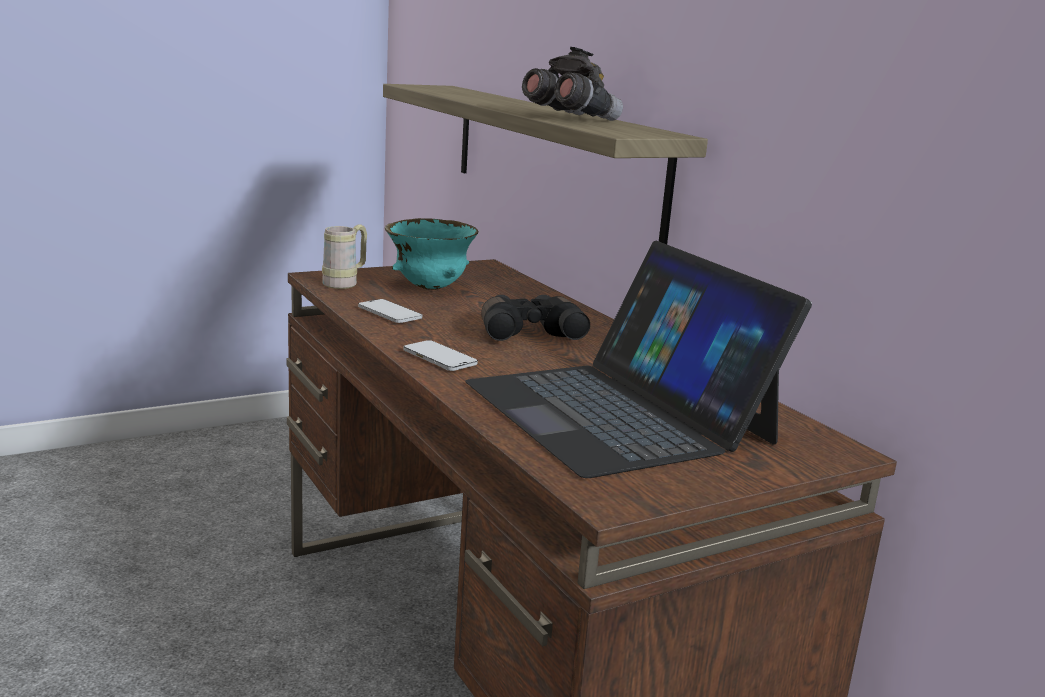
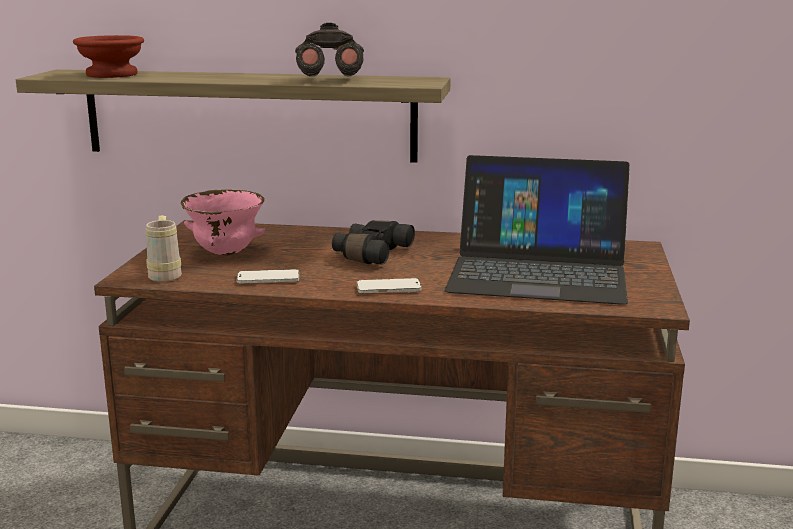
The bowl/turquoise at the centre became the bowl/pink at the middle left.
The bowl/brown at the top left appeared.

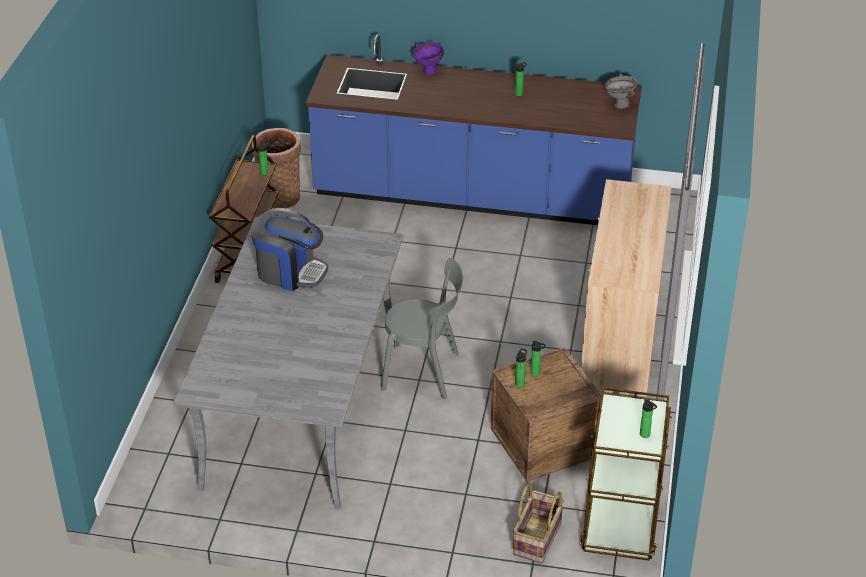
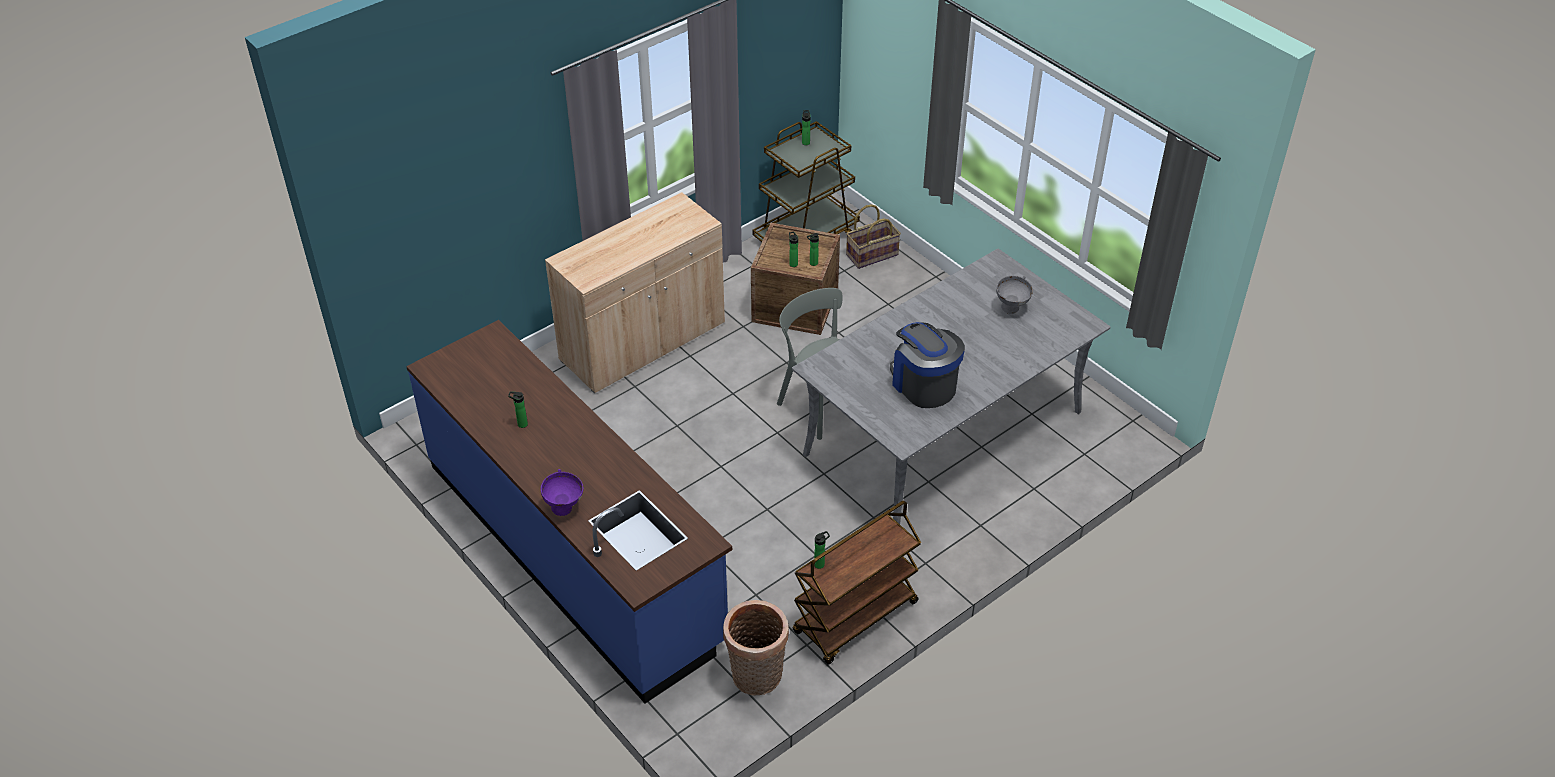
The bowl/grey moved from the top right to the centre.

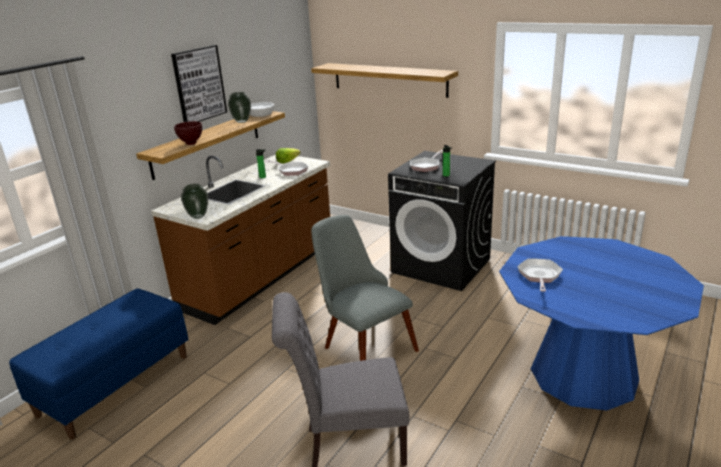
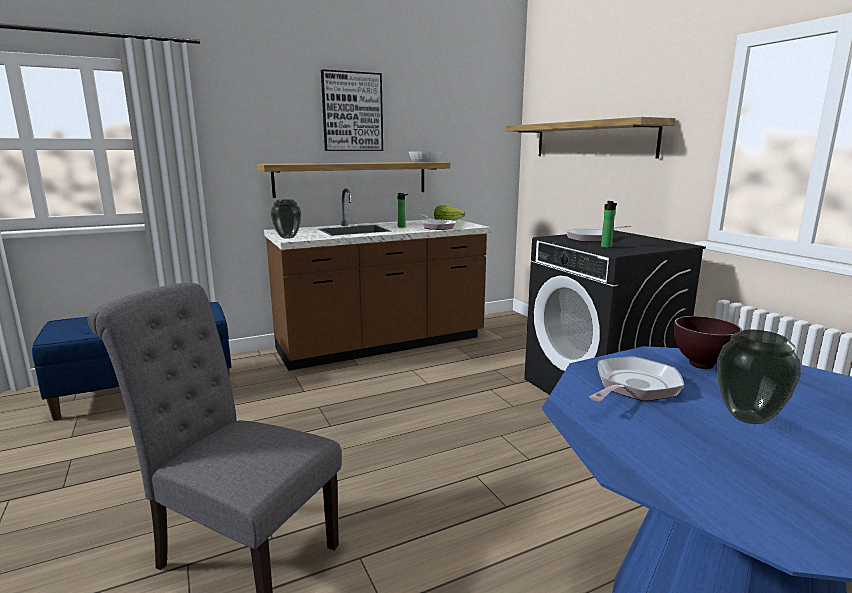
The vase (no. 2 from left) moved from the top left to the middle right.
The bowl/brown moved from the top left to the middle right.
The chair/grey (no. 2 from left) at the centre disappeared.

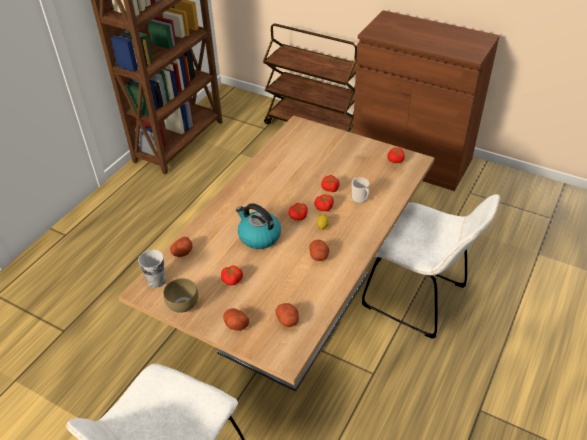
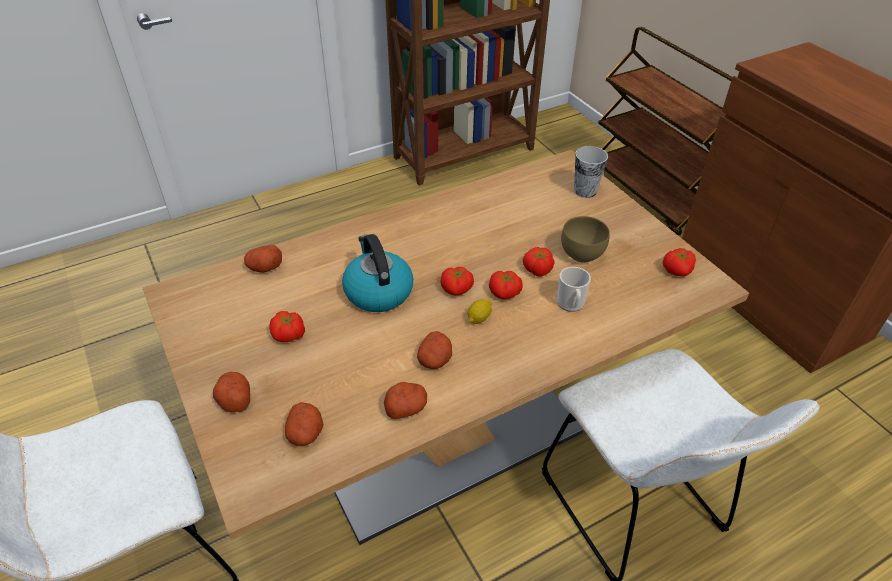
The cup moved from the middle left to the top centre.
The bowl/brown moved from the bottom left to the centre.
The potato (no. 4 from left) at the bottom centre appeared.

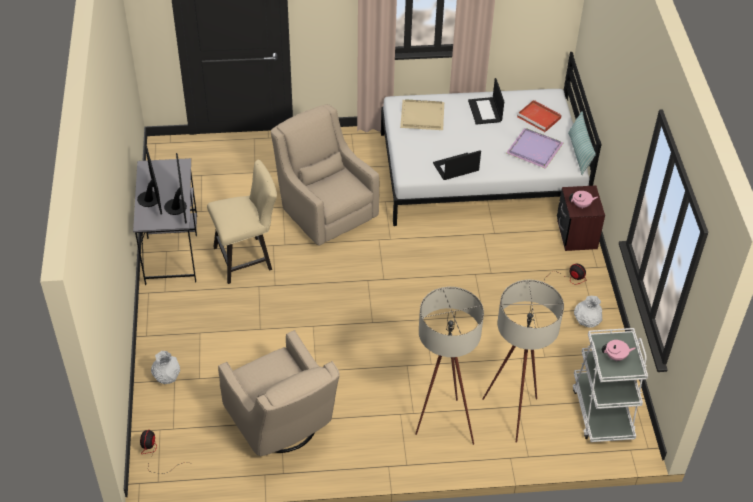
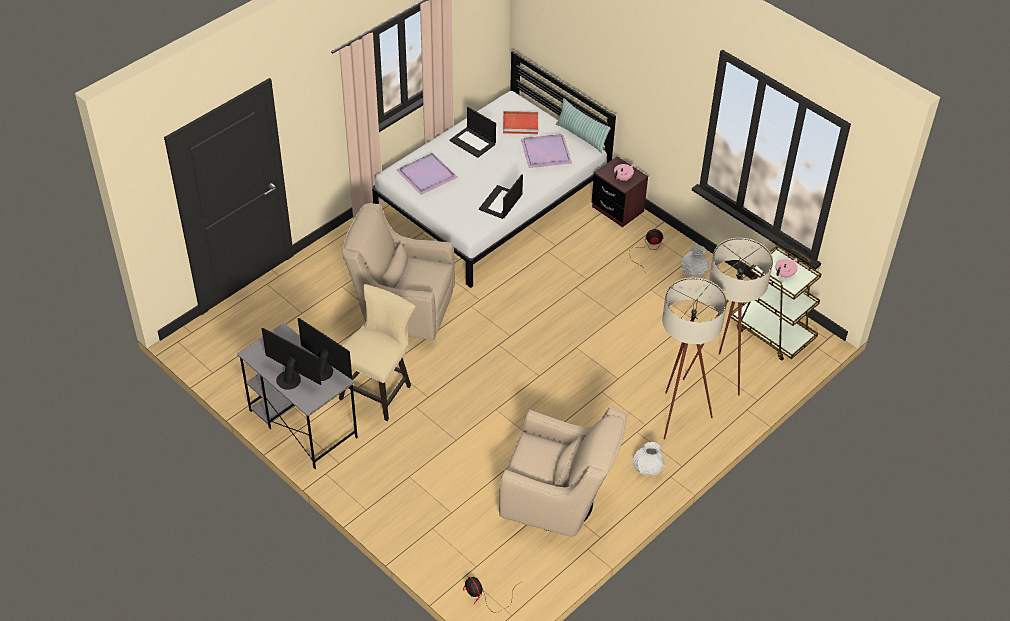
The tray/beige at the top centre became the tray/purple (no. 1 from left) at the top centre.
The cart/white at the bottom right became the cart/brown at the middle right.
The vase/white (no. 1 from left) moved from the bottom left to the bottom centre.

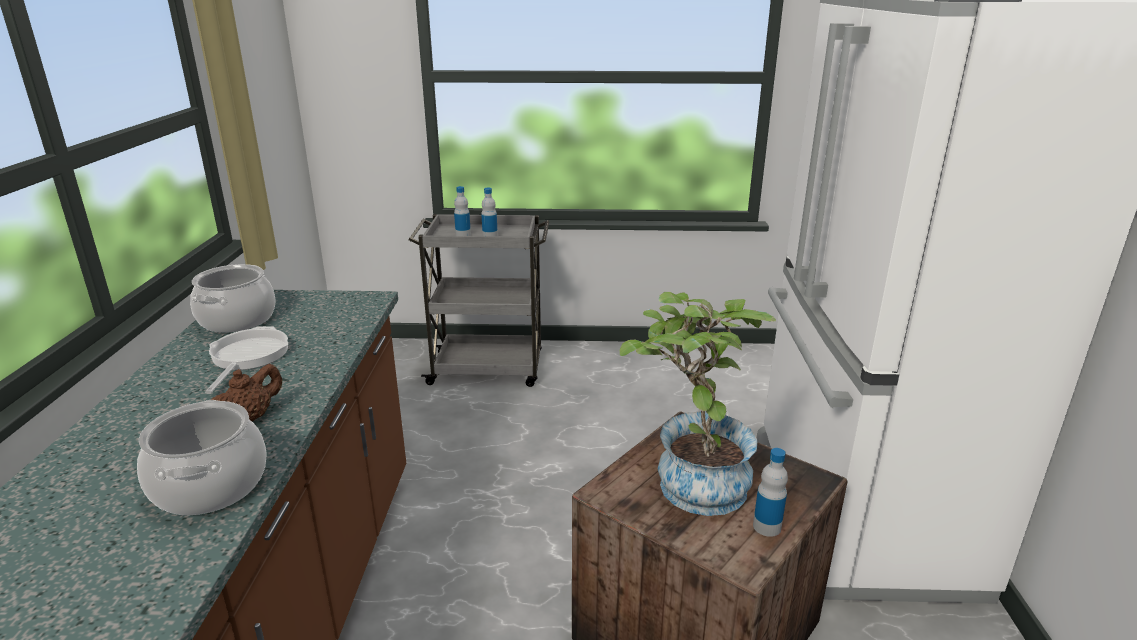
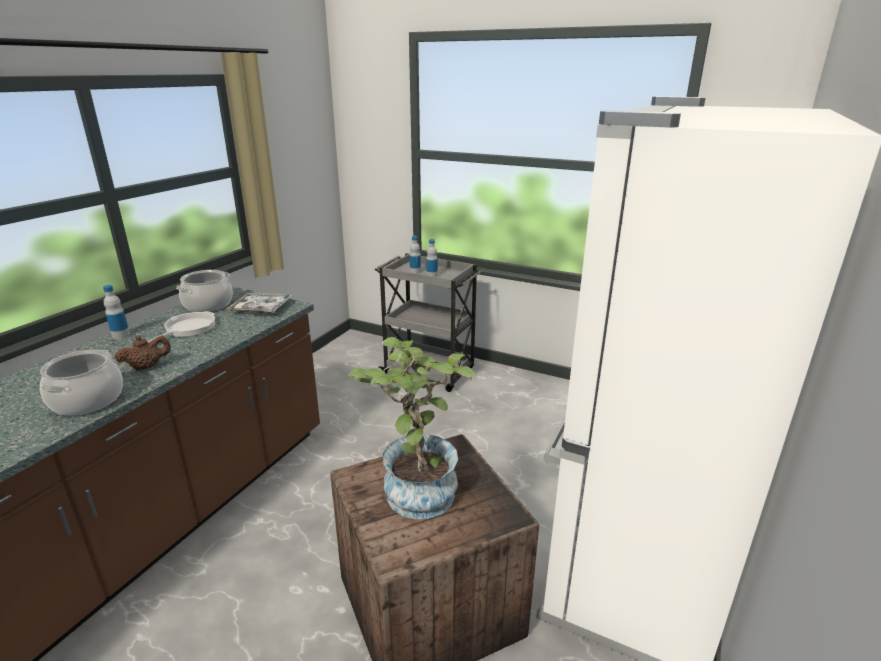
The bottle (no. 3 from left in the first image) moved from the bottom right to the middle left.
The tray at the middle left appeared.

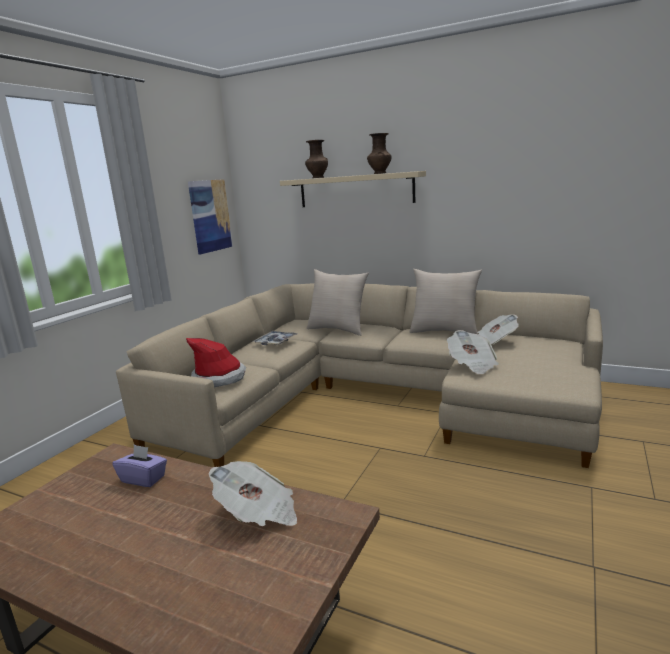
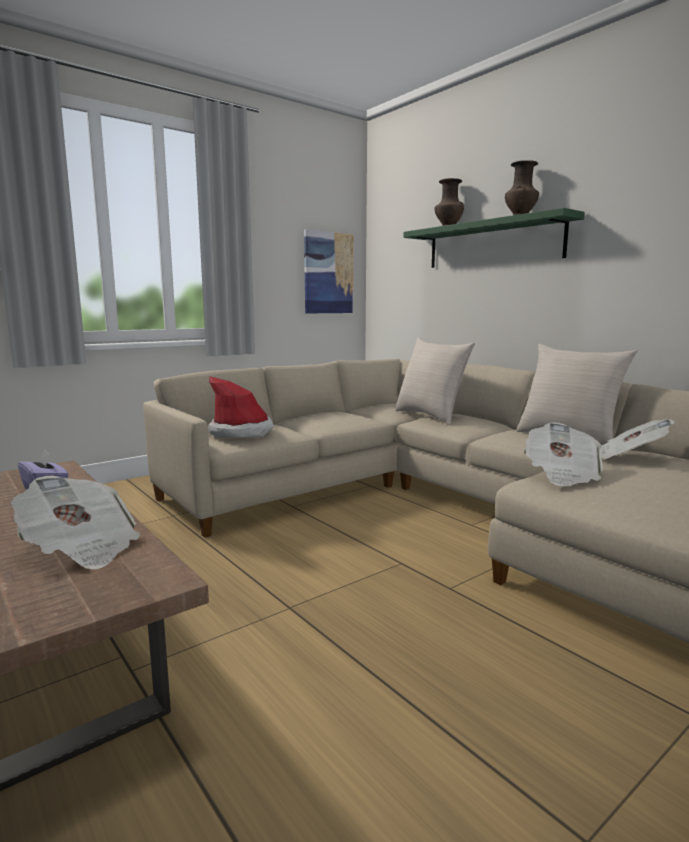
The shelf/beige at the top centre became the shelf/green at the top right.
The tray at the centre disappeared.

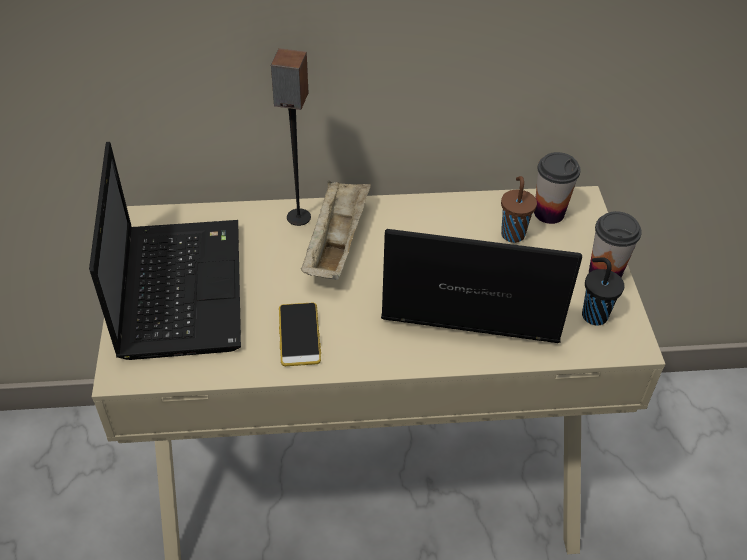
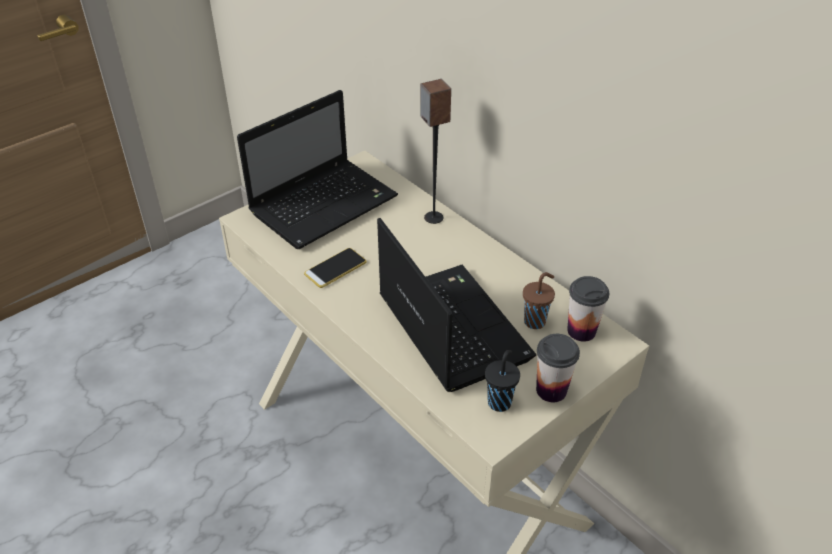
The tray/beige at the centre disappeared.

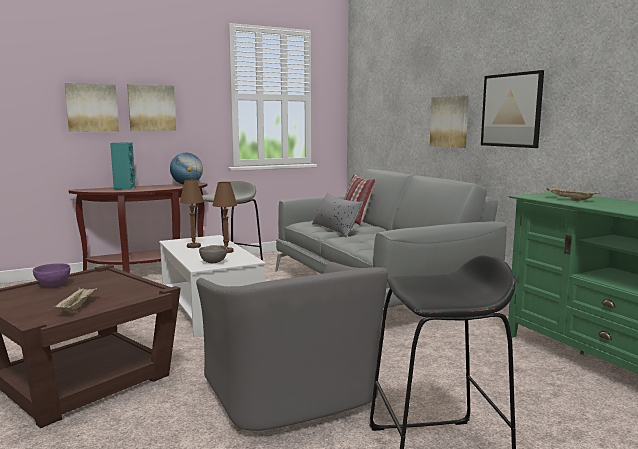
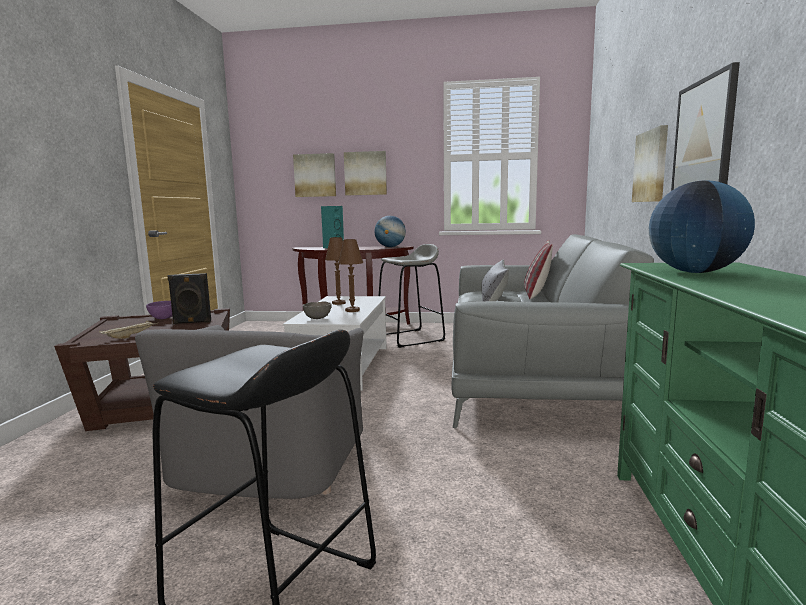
The tray/beige (no. 2 from left) at the middle right was replaced by the globe (no. 2 from left) at the middle right.
The speaker/black at the middle left appeared.

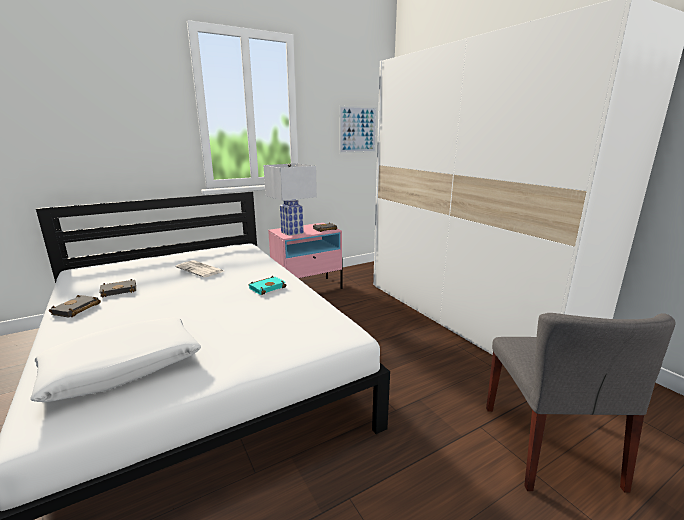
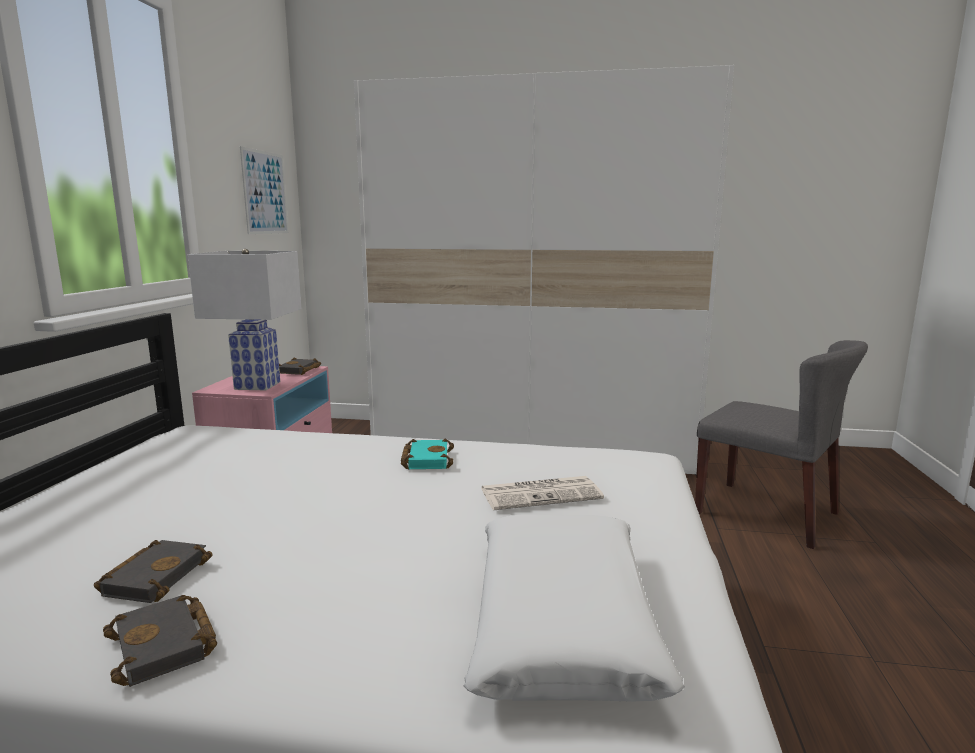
The newspaper moved from the middle left to the centre.

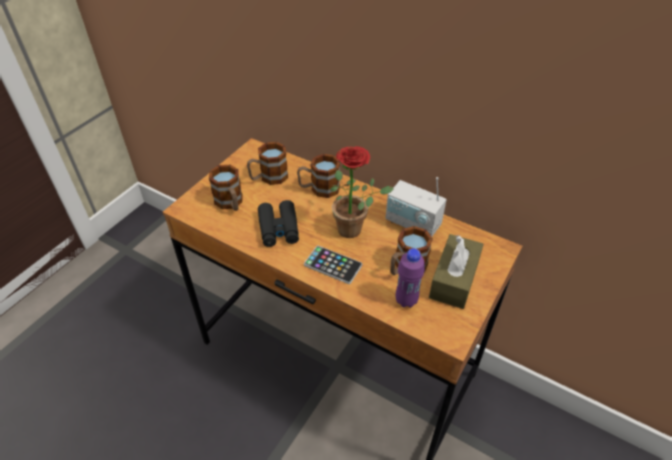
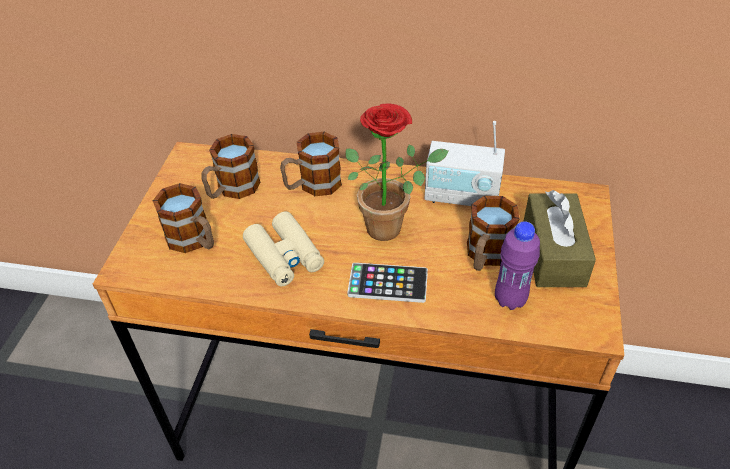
The binoculars/black at the centre became the binoculars/beige at the centre.

